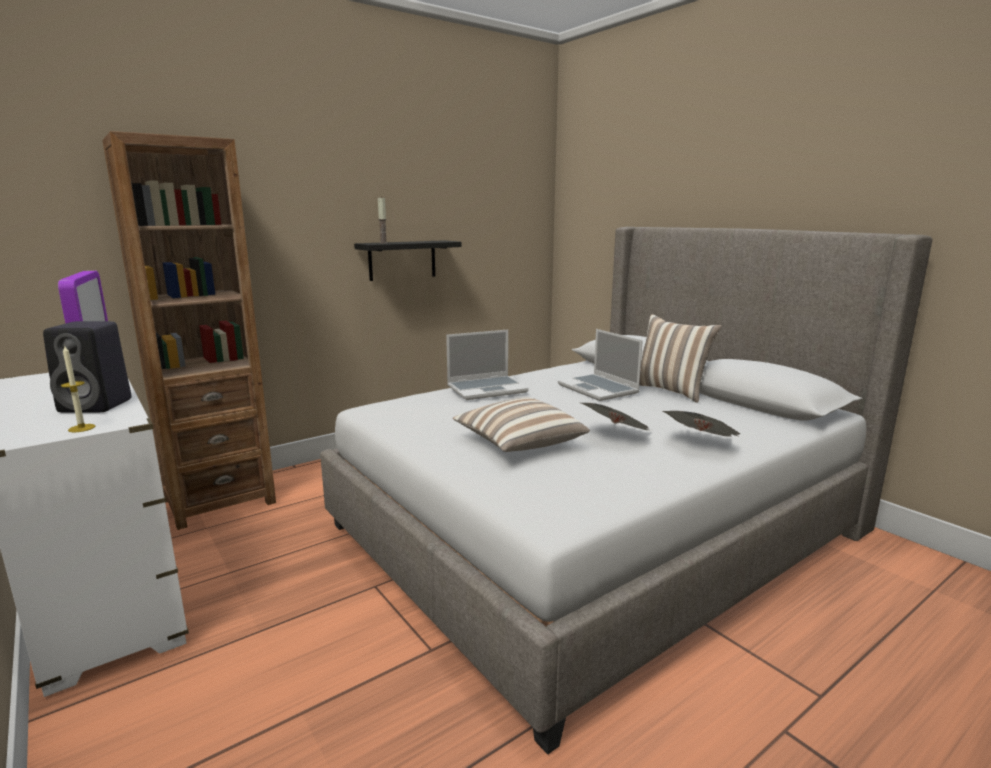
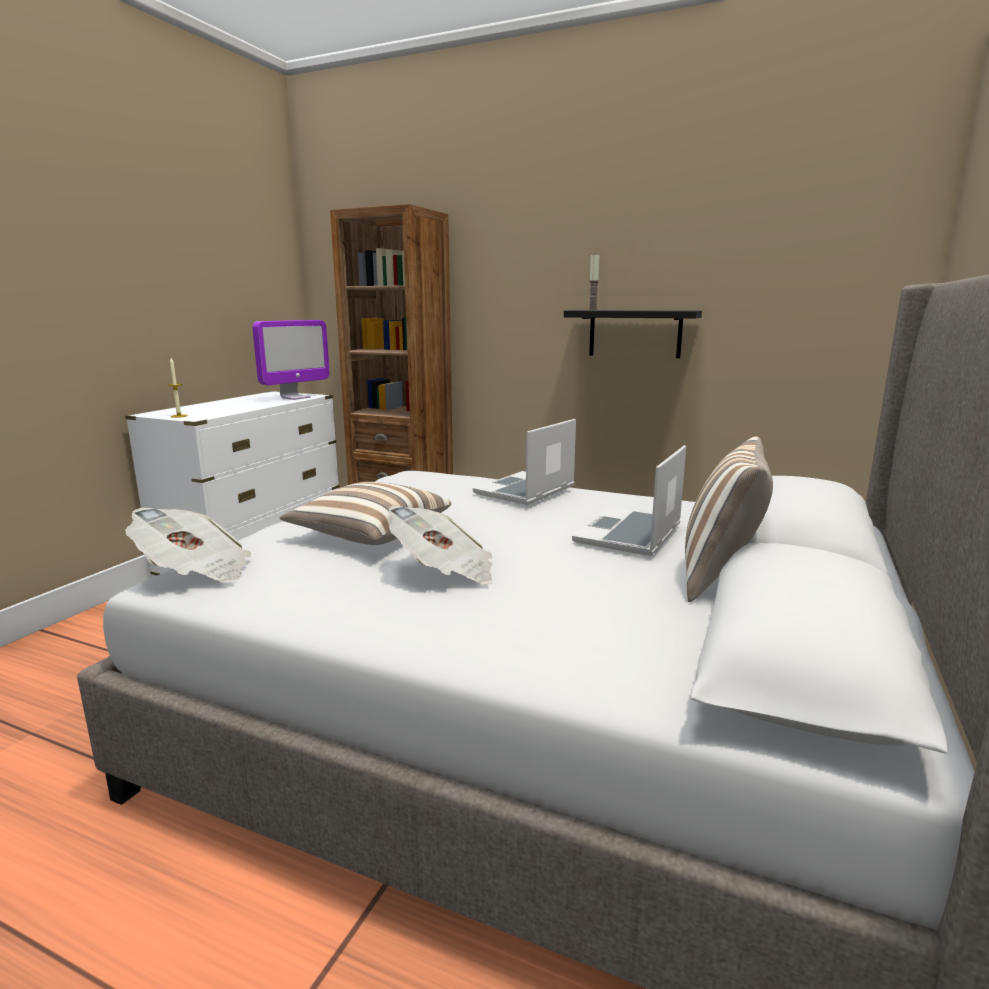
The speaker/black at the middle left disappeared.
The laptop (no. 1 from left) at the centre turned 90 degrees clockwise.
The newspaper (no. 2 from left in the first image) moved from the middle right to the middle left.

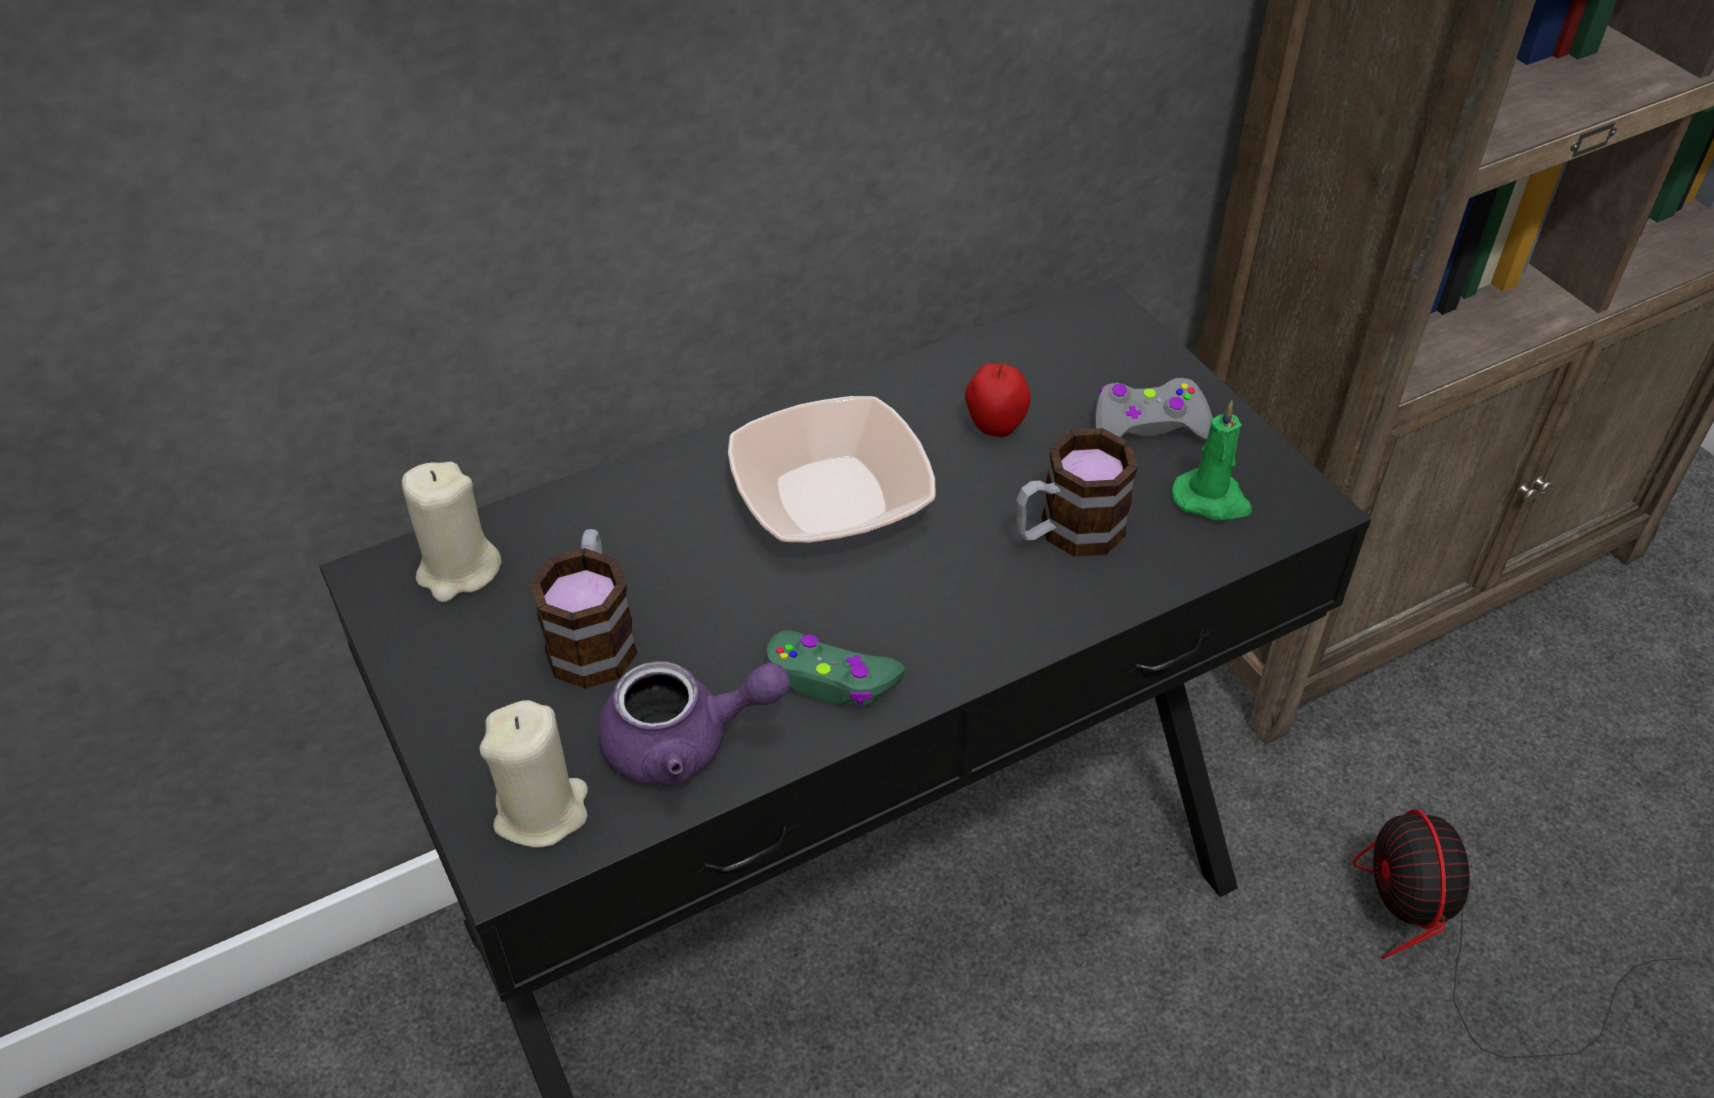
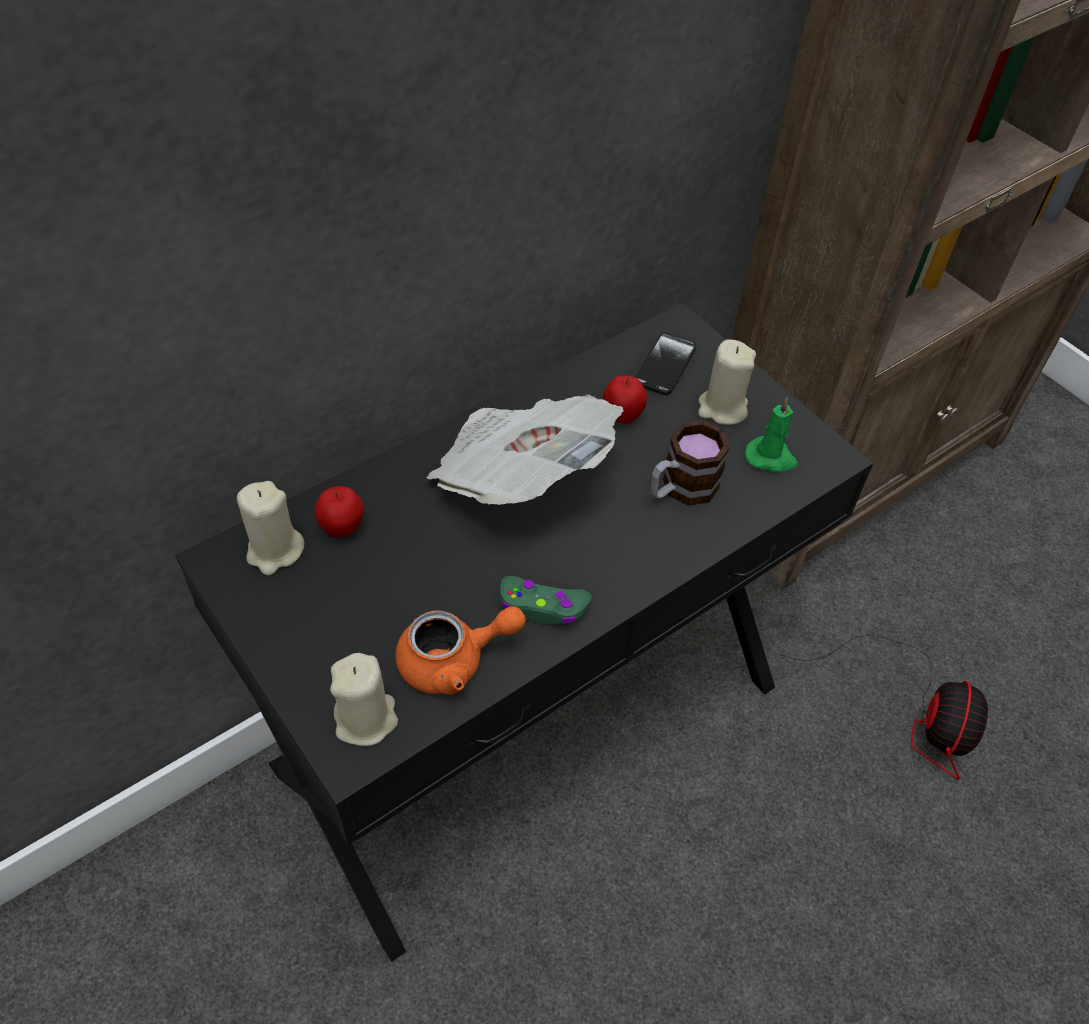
The game controller/grey at the middle right was replaced by the candle/beige (no. 3 from left) at the middle right.
The bowl at the centre was replaced by the newspaper at the centre.
The mug (no. 1 from left) at the centre disappeared.
The teapot/purple at the centre became the teapot/orange at the centre.
The fan at the bottom right turned 150 degrees counterclockwise.
The phone at the centre appeared.
The apple (no. 1 from left) at the middle left appeared.

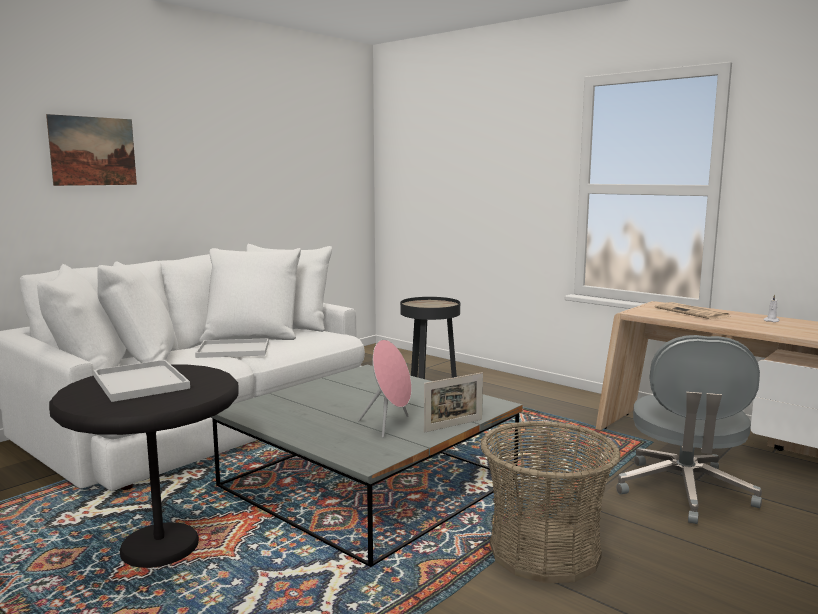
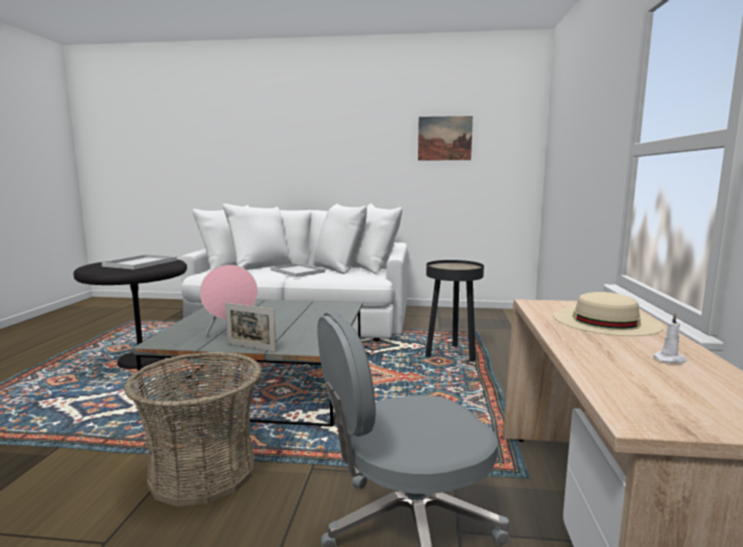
The picture moved from the top left to the top centre.
The newspaper at the middle right was replaced by the hat/beige at the middle right.

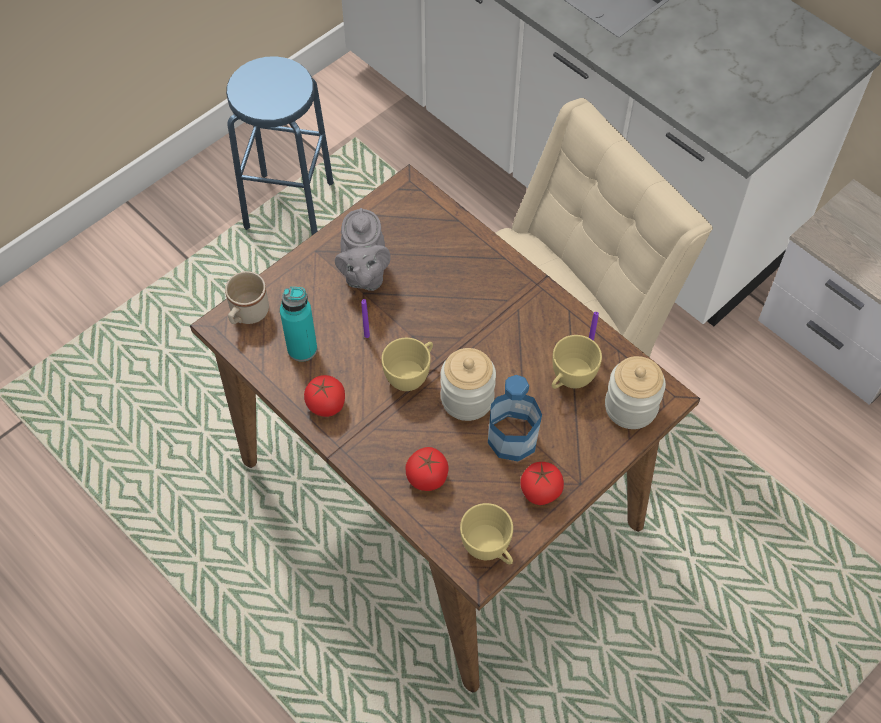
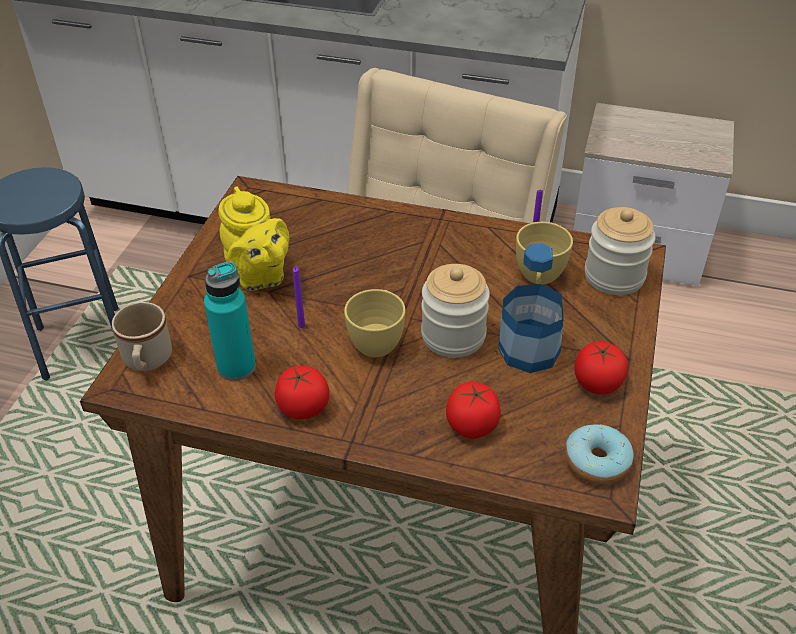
The teapot/grey at the centre became the teapot/yellow at the middle left.
The cup/yellow (no. 2 from left) at the bottom centre was replaced by the donut at the bottom right.

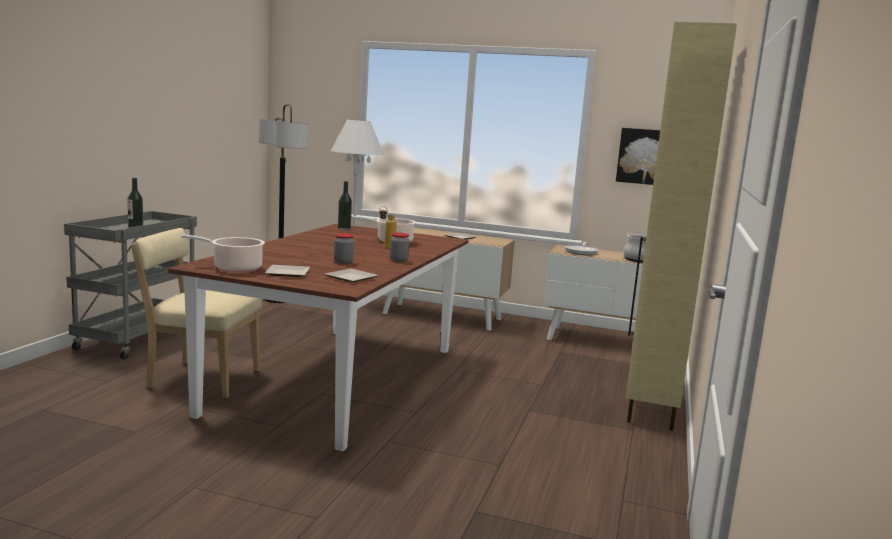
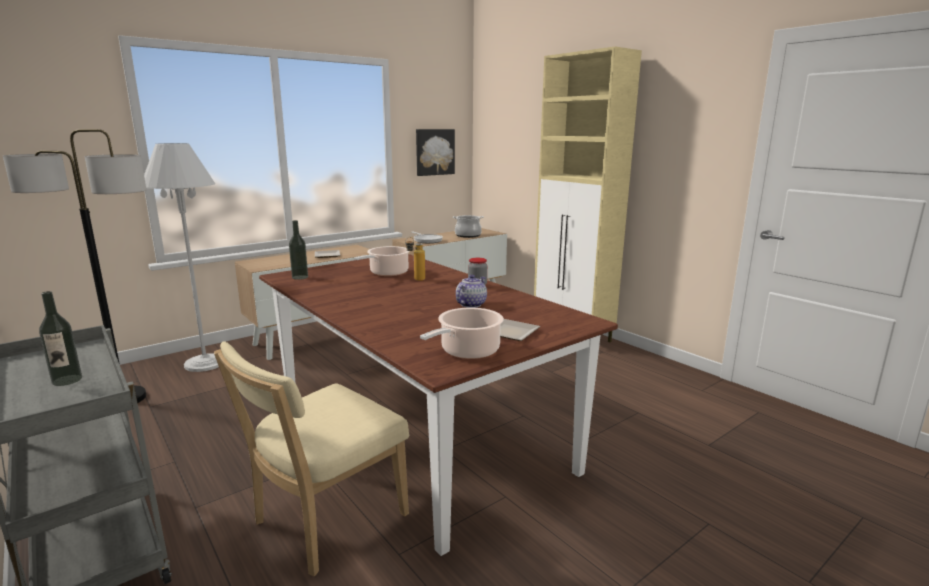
The jar (no. 1 from left) at the centre was replaced by the teapot at the centre.
The plate (no. 2 from left) at the centre disappeared.

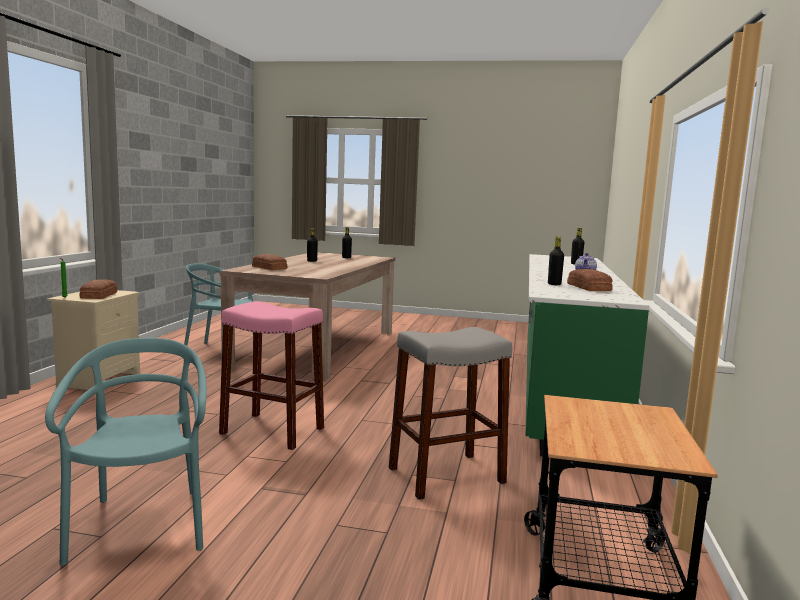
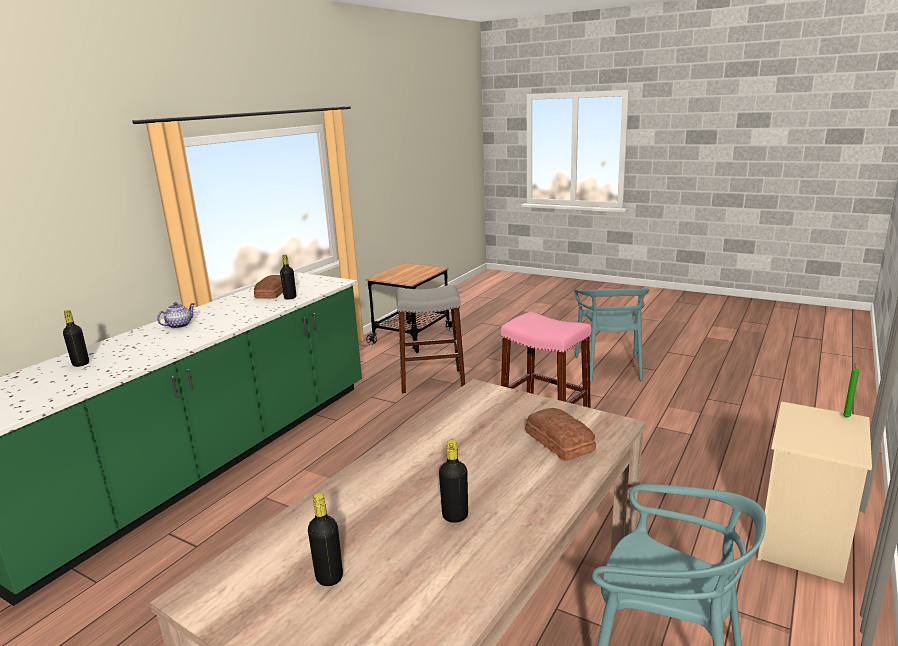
The bread (no. 1 from left) at the middle left disappeared.

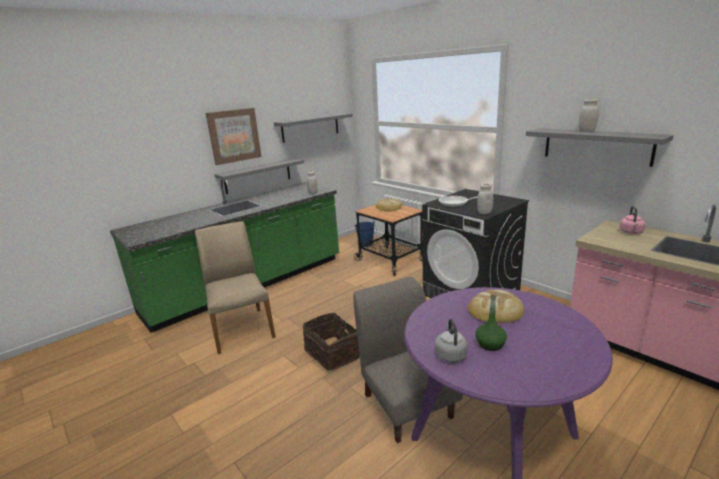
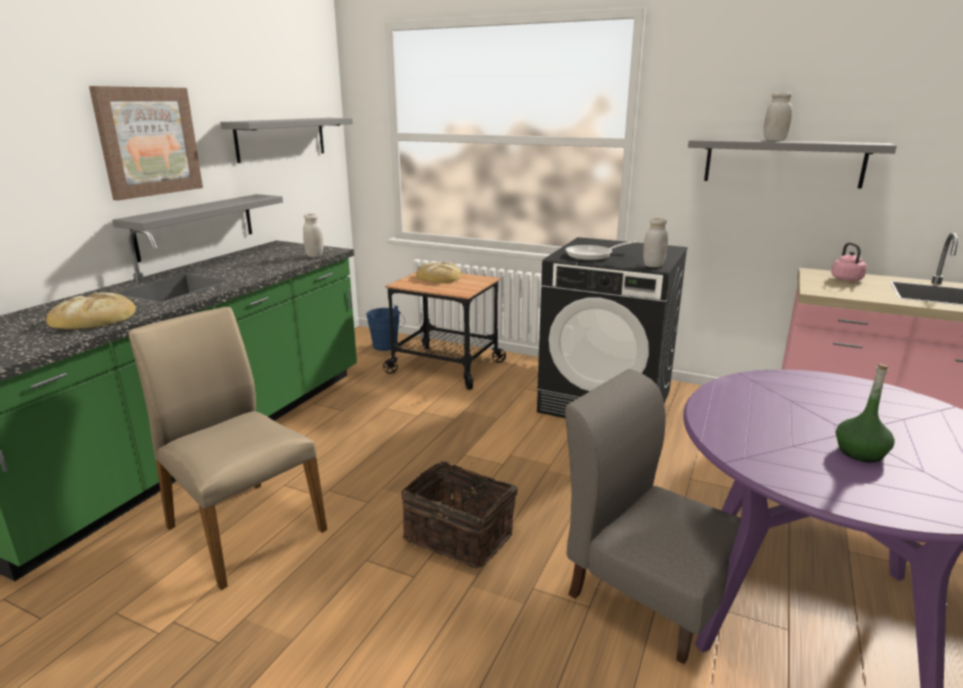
The bread (no. 2 from left in the first image) moved from the middle right to the middle left.
The kettle/grey at the bottom centre disappeared.

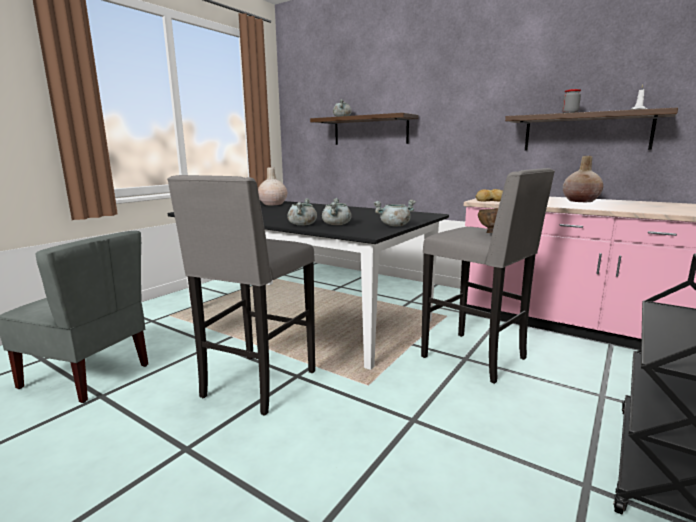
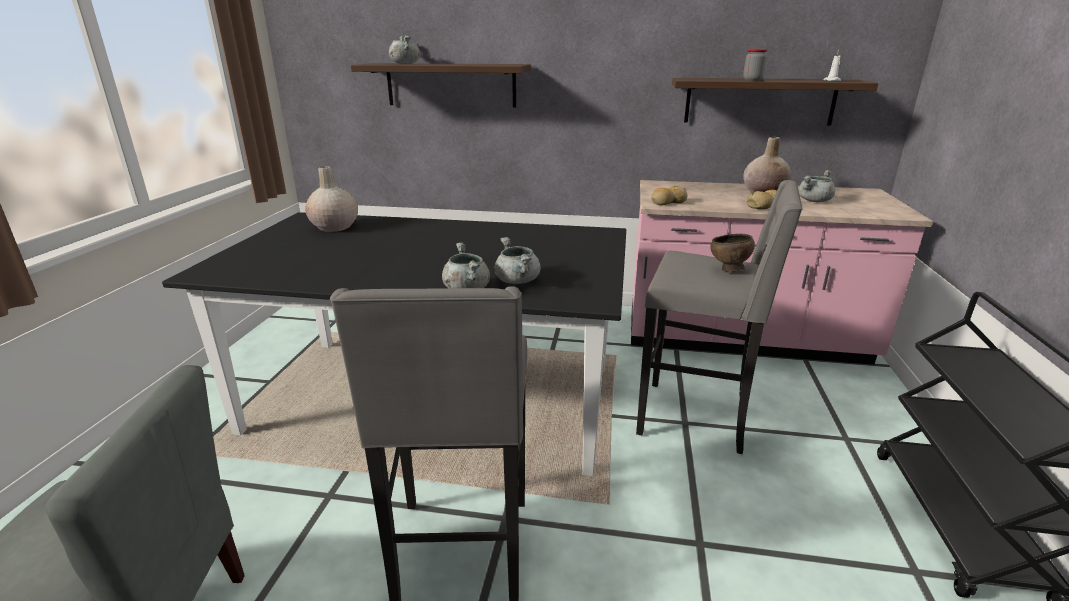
The cooking pot/grey (no. 4 from left) moved from the centre to the top right.
The bread (no. 2 from left) at the top right appeared.

